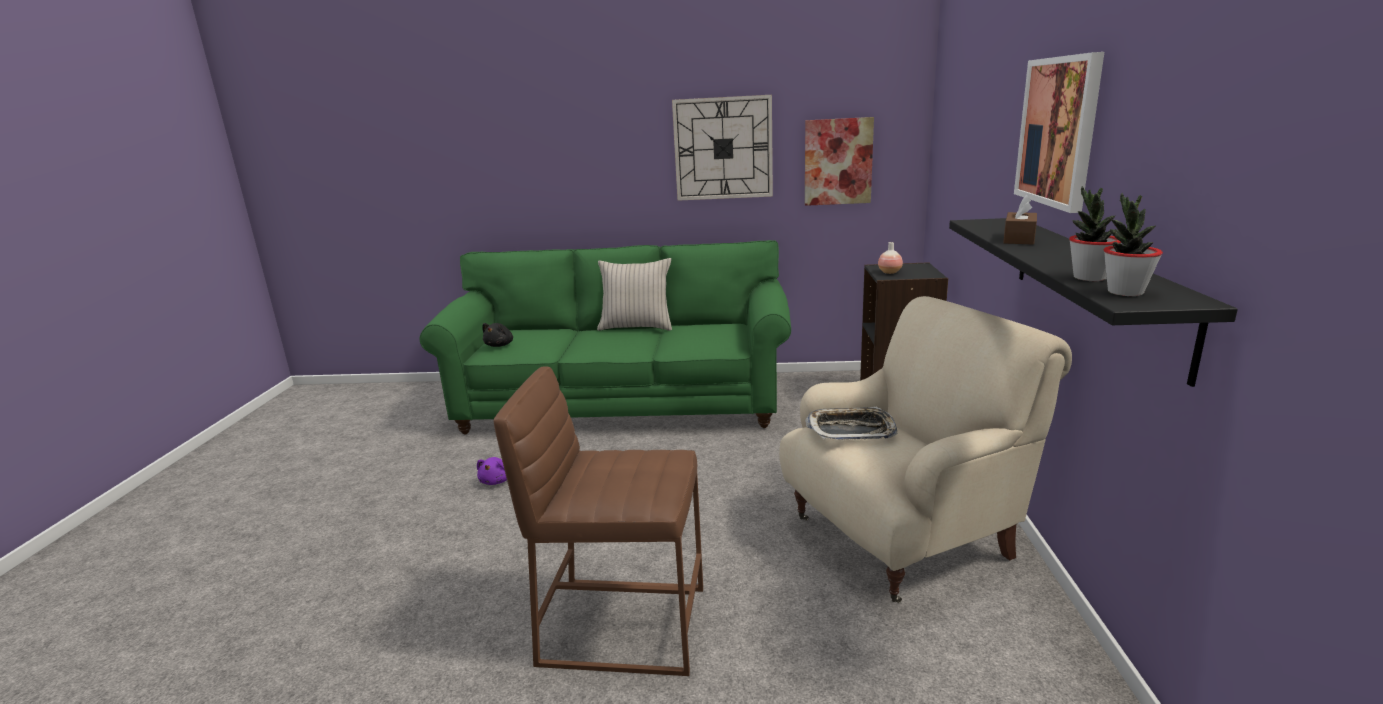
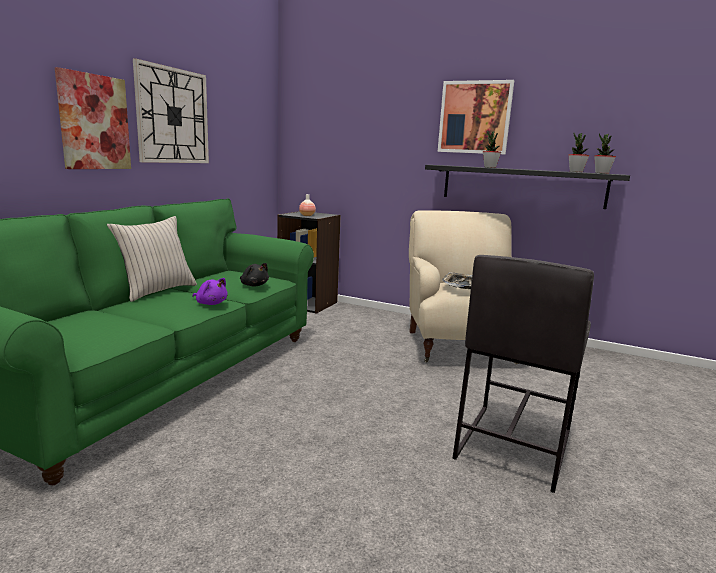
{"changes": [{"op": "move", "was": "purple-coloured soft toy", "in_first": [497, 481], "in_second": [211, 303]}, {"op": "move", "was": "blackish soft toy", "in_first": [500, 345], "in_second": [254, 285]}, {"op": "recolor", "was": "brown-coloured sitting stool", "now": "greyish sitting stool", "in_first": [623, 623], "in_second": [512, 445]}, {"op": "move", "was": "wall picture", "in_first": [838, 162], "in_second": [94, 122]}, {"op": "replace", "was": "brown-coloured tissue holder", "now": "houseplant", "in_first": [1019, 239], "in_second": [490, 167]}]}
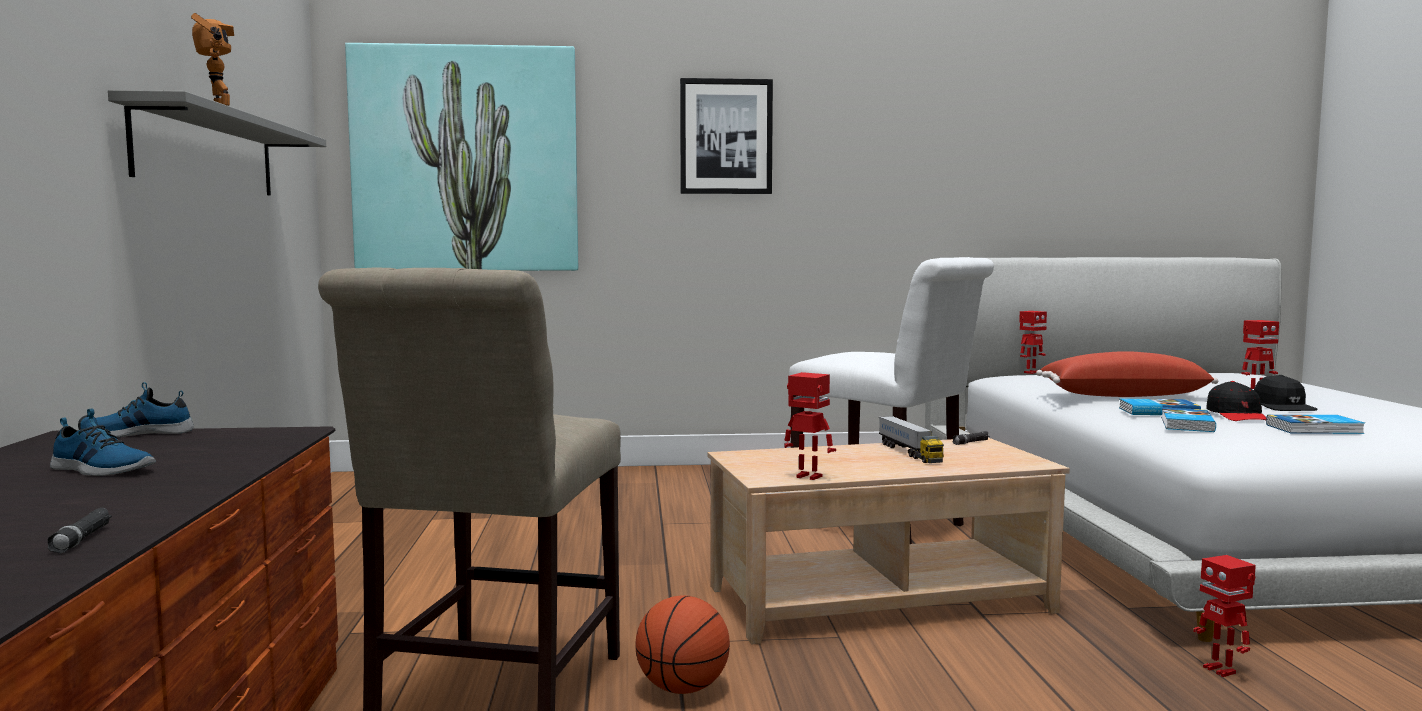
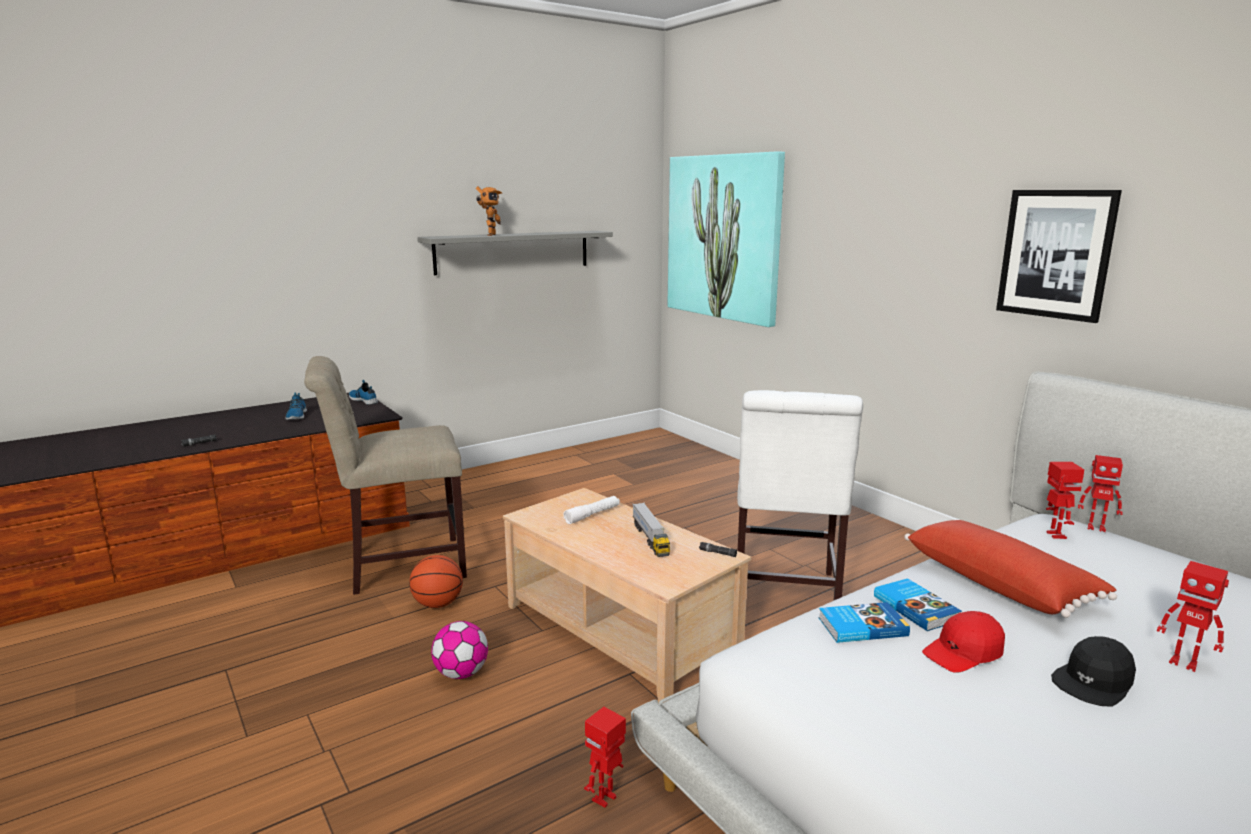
{"changes": [{"op": "move", "was": "wall picture", "in_first": [726, 137], "in_second": [1055, 254]}, {"op": "move", "was": "toy robot", "in_first": [808, 477], "in_second": [1055, 535]}, {"op": "rotate", "was": "toy lorry", "in_first": [909, 453], "in_second": [650, 539], "clockwise": -60}, {"op": "recolor", "was": "blackish baseball cap", "now": "red baseball cap", "in_first": [1237, 415], "in_second": [963, 652]}, {"op": "delete", "was": "book", "in_first": [1315, 429]}, {"op": "insert", "now": "football", "in_second": [461, 673]}, {"op": "insert", "now": "whitish flashlight", "in_second": [592, 515]}]}
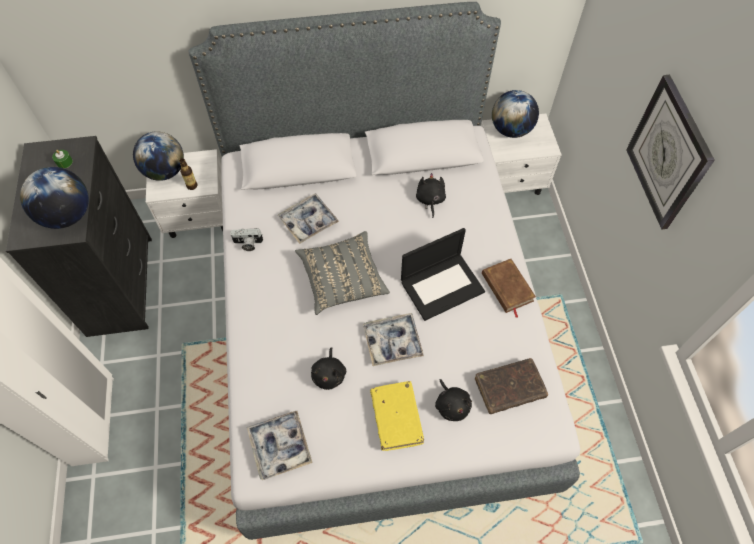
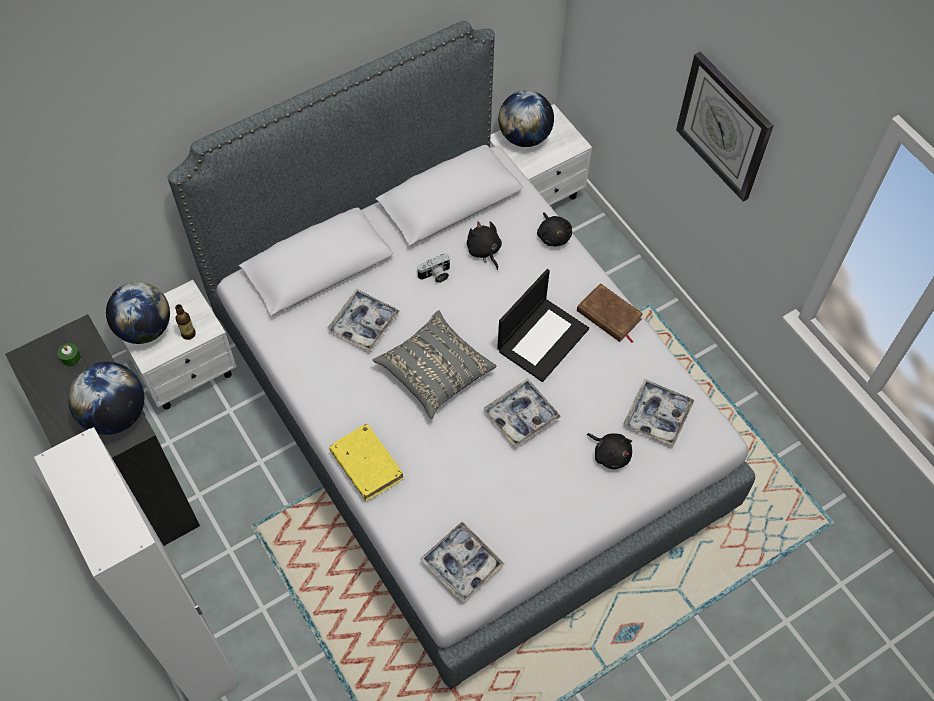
{"changes": [{"op": "move", "was": "still camera", "in_first": [247, 244], "in_second": [435, 275]}, {"op": "move", "was": "blackish soft toy", "in_first": [329, 374], "in_second": [553, 236]}, {"op": "move", "was": "yellow-coloured book", "in_first": [396, 418], "in_second": [366, 465]}, {"op": "replace", "was": "brown-coloured book", "now": "serving tray", "in_first": [509, 388], "in_second": [657, 415]}]}
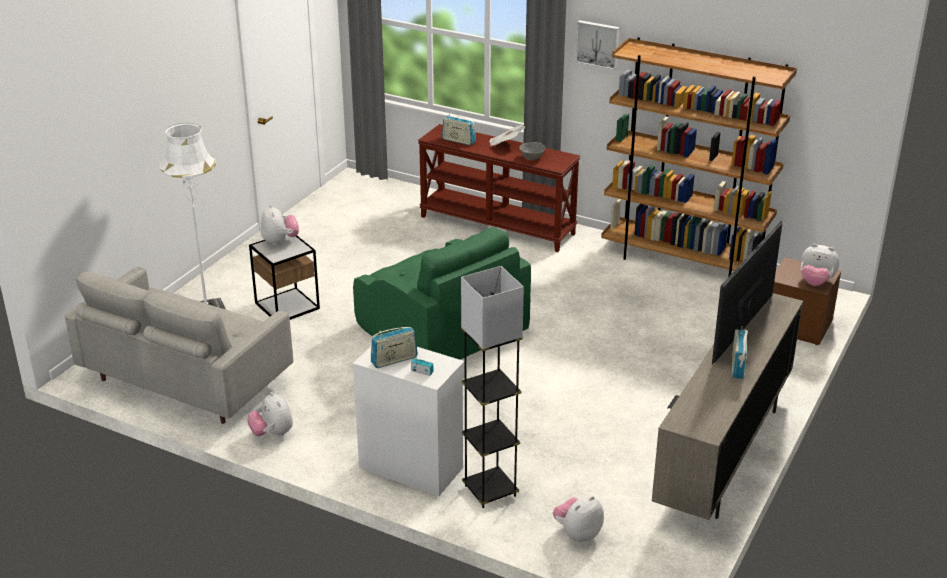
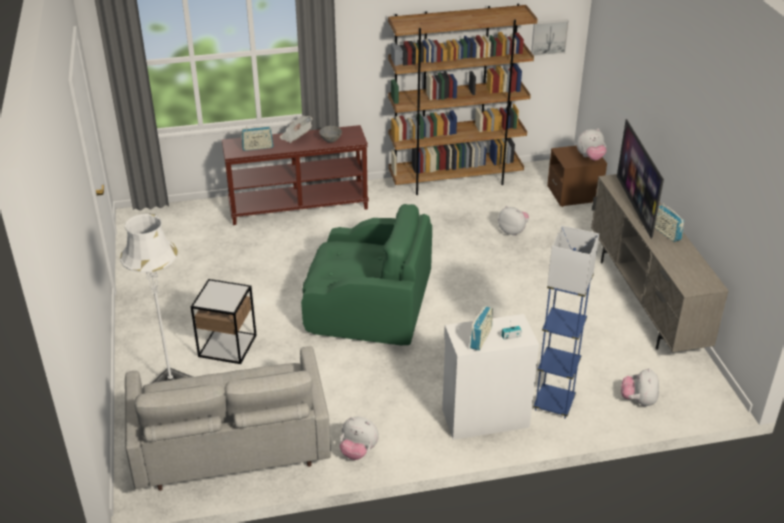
{"changes": [{"op": "move", "was": "soft toy", "in_first": [280, 241], "in_second": [513, 231]}, {"op": "recolor", "was": "greyish standard lamp", "now": "bluish standard lamp", "in_first": [490, 491], "in_second": [554, 404]}, {"op": "move", "was": "wall picture", "in_first": [598, 44], "in_second": [549, 37]}]}
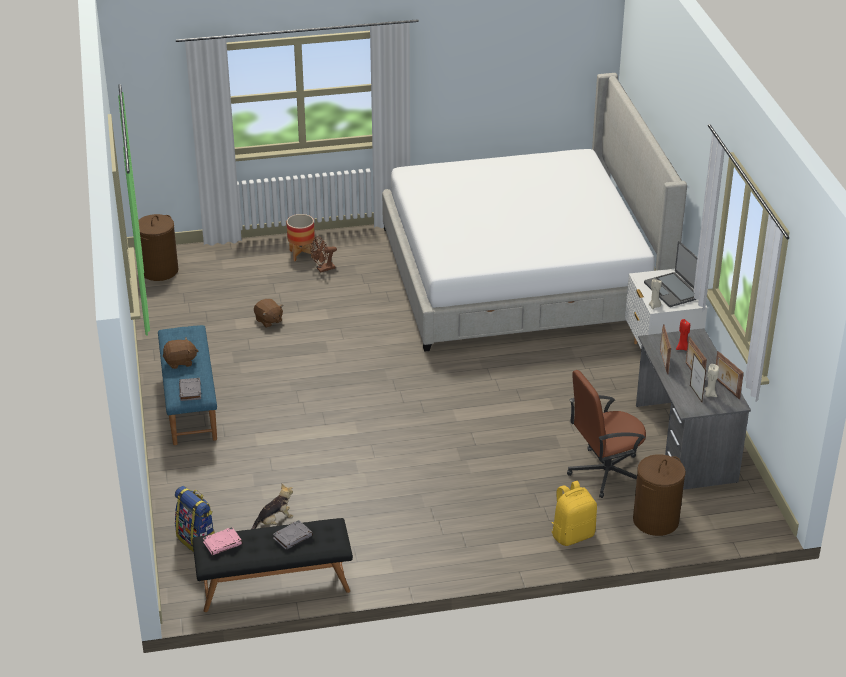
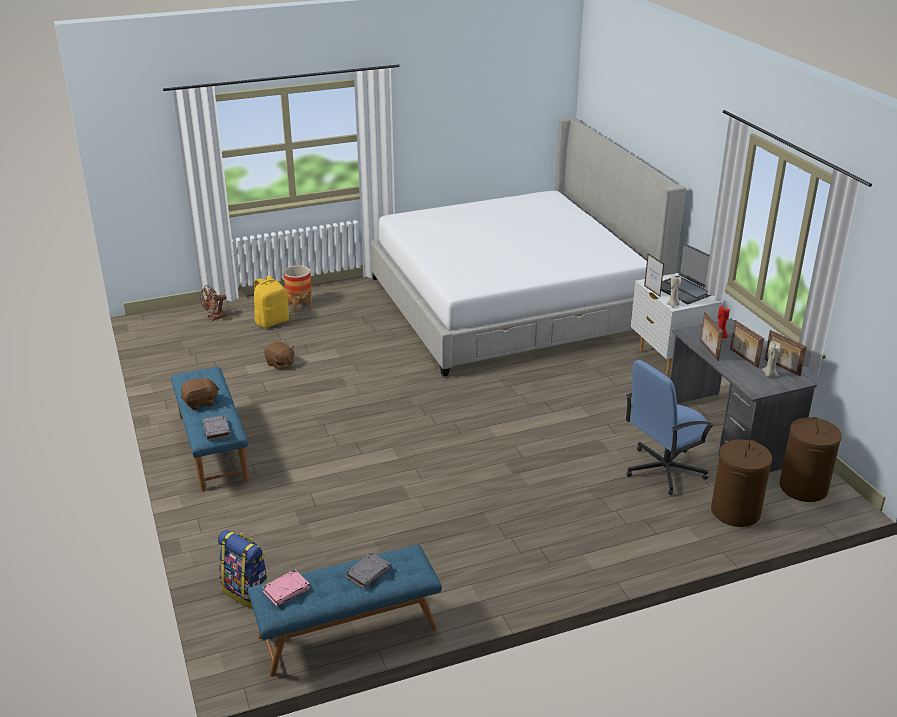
{"changes": [{"op": "move", "was": "brown-coloured hamper", "in_first": [159, 271], "in_second": [803, 488]}, {"op": "recolor", "was": "blackish long seat", "now": "bluish long seat", "in_first": [274, 585], "in_second": [348, 633]}, {"op": "delete", "was": "soft toy", "in_first": [274, 521]}, {"op": "move", "was": "brown-coloured electric fan", "in_first": [323, 269], "in_second": [214, 318]}, {"op": "move", "was": "yellow-coloured rucksack", "in_first": [572, 534], "in_second": [272, 322]}, {"op": "recolor", "was": "brown-coloured office chair", "now": "bluish office chair", "in_first": [605, 472], "in_second": [663, 470]}, {"op": "move", "was": "photo frame", "in_first": [695, 394], "in_second": [652, 291]}]}
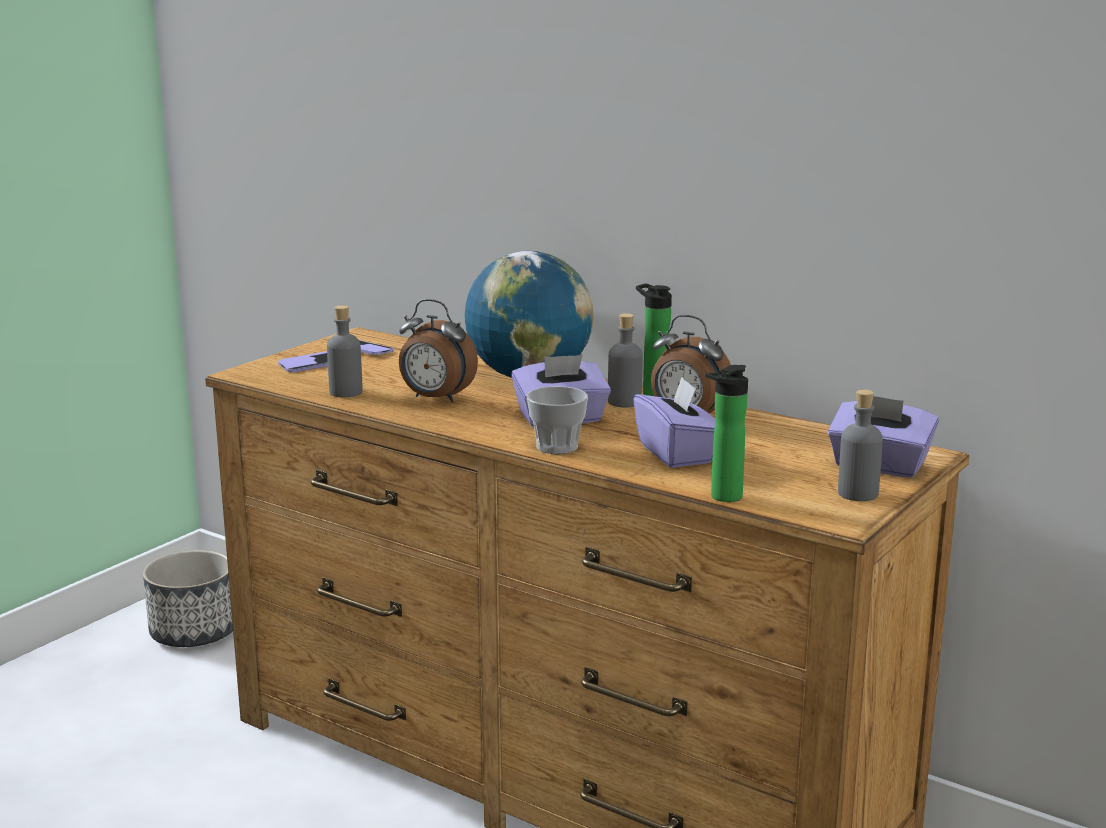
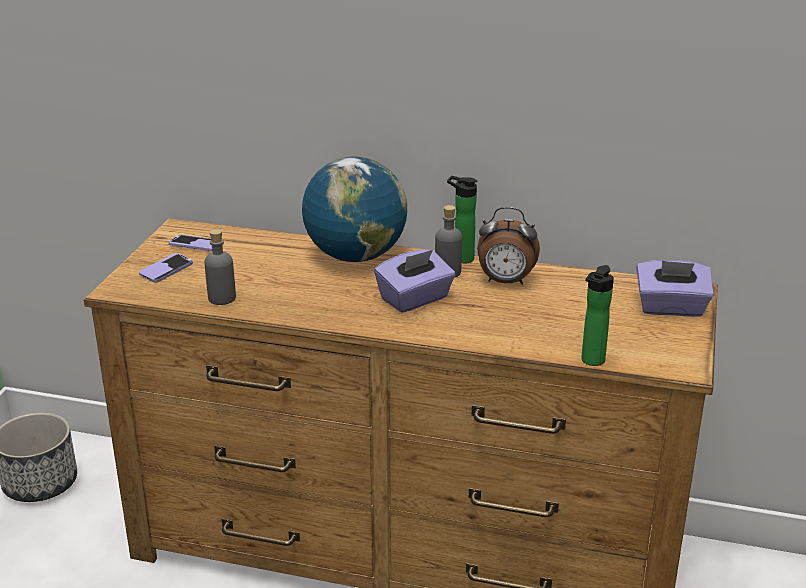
{"changes": [{"op": "delete", "was": "table clock", "in_first": [435, 398]}, {"op": "delete", "was": "small cup", "in_first": [557, 447]}, {"op": "delete", "was": "purple-coloured tissue holder", "in_first": [677, 453]}, {"op": "delete", "was": "greyish drink bottle", "in_first": [857, 493]}]}
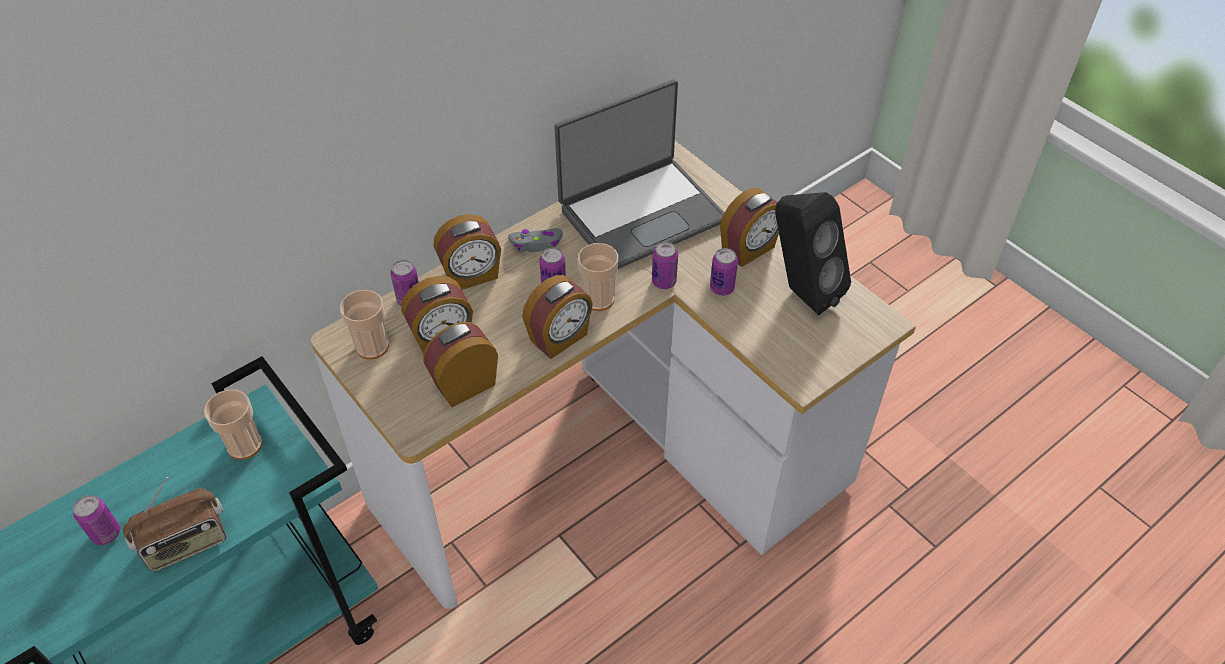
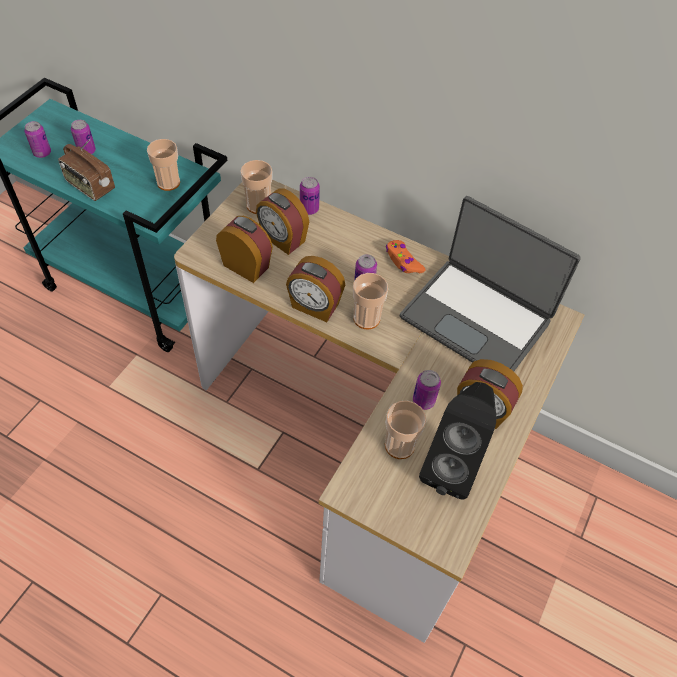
{"changes": [{"op": "delete", "was": "table clock", "in_first": [471, 276]}, {"op": "recolor", "was": "greyish game controller", "now": "orangey game controller", "in_first": [536, 244], "in_second": [403, 261]}, {"op": "move", "was": "can", "in_first": [664, 282], "in_second": [42, 153]}, {"op": "insert", "now": "small cup", "in_second": [399, 445]}]}
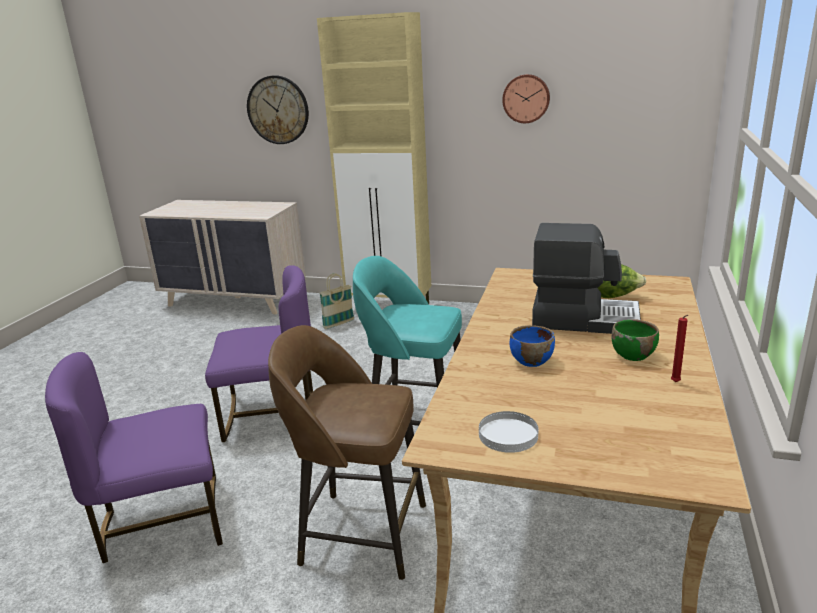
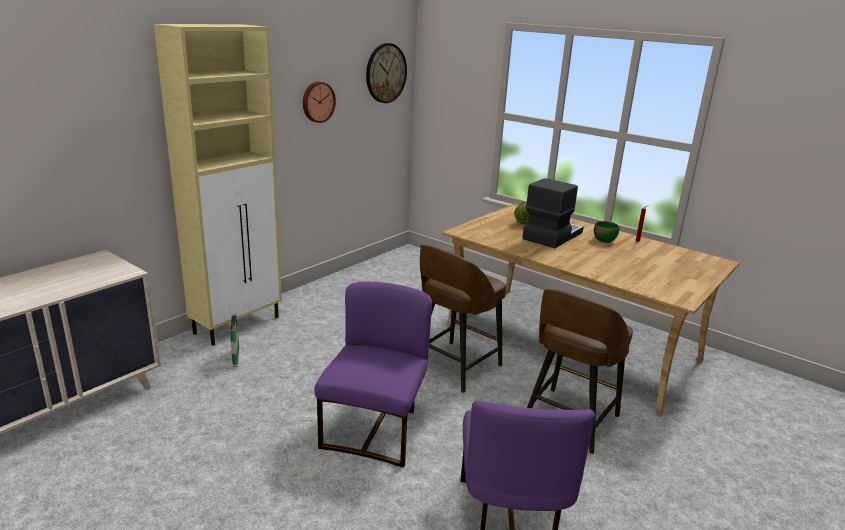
{"changes": [{"op": "move", "was": "wall clock", "in_first": [278, 110], "in_second": [386, 73]}, {"op": "recolor", "was": "turquoise-coloured sitting stool", "now": "brown-coloured sitting stool", "in_first": [416, 424], "in_second": [454, 367]}, {"op": "delete", "was": "whitish flat dish", "in_first": [508, 435]}, {"op": "delete", "was": "bluish serving bowl", "in_first": [531, 361]}]}
